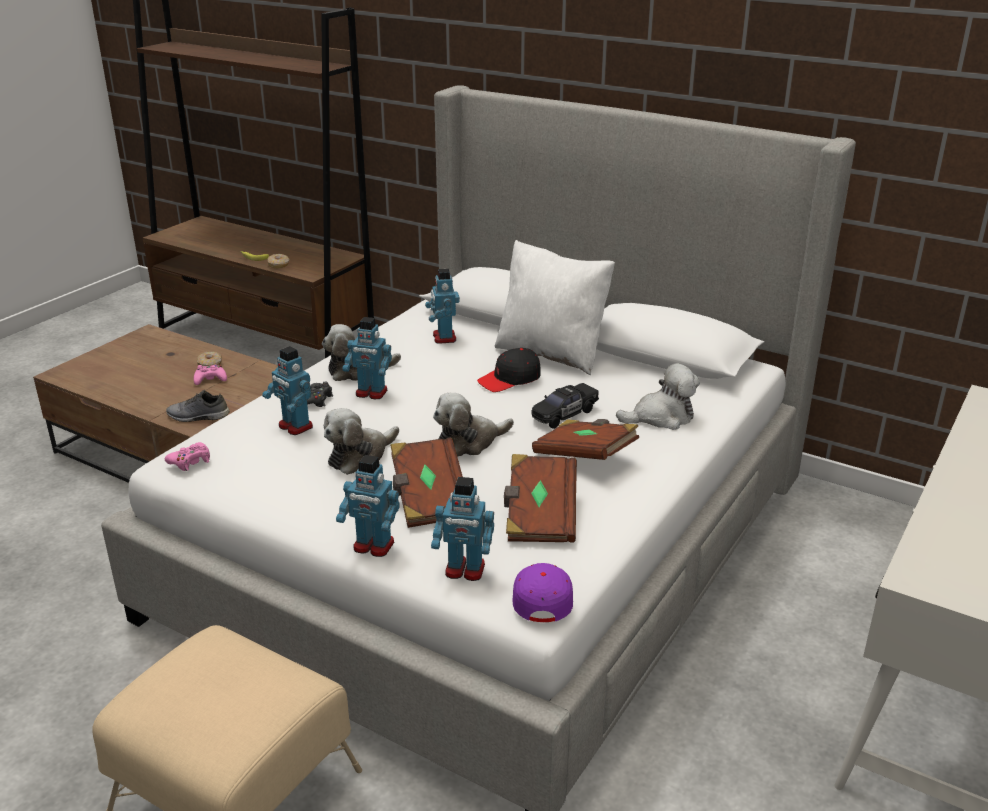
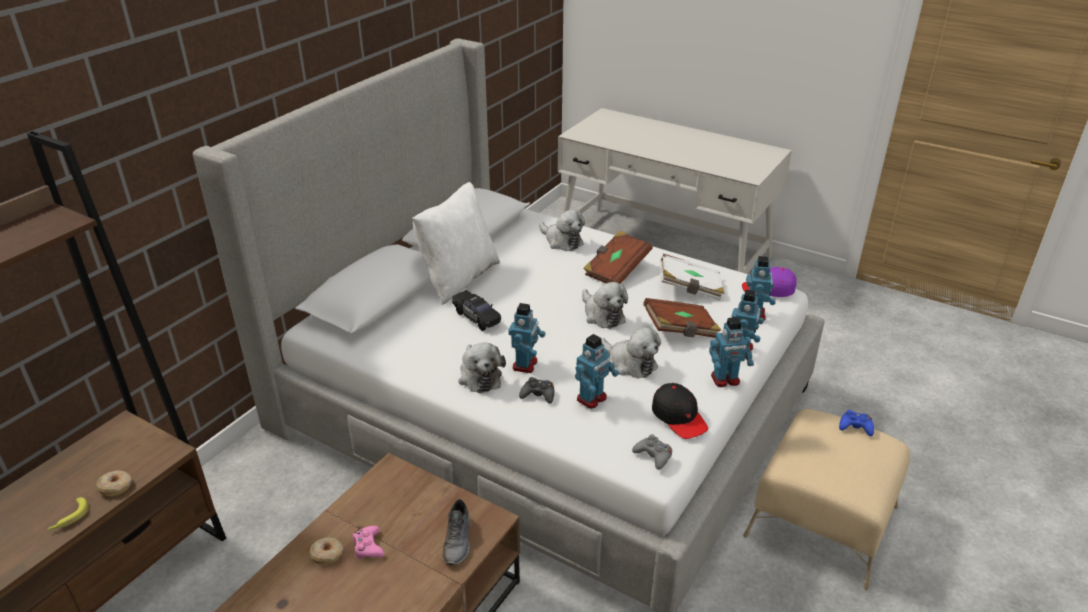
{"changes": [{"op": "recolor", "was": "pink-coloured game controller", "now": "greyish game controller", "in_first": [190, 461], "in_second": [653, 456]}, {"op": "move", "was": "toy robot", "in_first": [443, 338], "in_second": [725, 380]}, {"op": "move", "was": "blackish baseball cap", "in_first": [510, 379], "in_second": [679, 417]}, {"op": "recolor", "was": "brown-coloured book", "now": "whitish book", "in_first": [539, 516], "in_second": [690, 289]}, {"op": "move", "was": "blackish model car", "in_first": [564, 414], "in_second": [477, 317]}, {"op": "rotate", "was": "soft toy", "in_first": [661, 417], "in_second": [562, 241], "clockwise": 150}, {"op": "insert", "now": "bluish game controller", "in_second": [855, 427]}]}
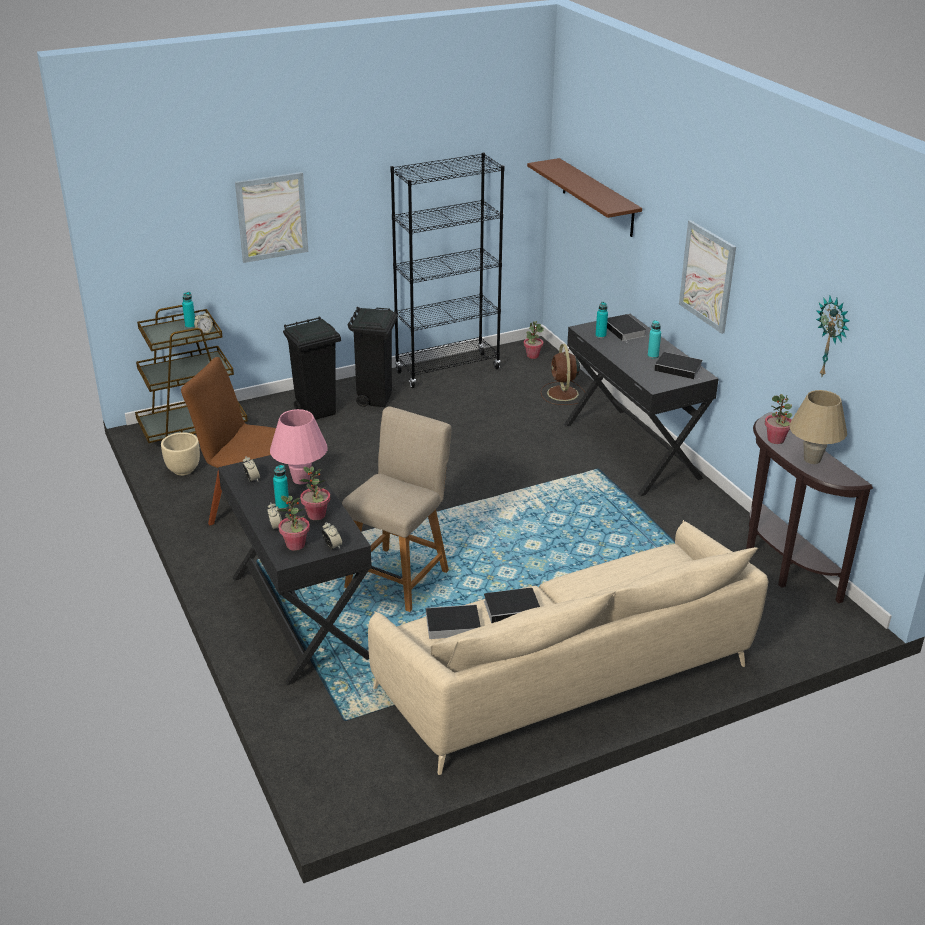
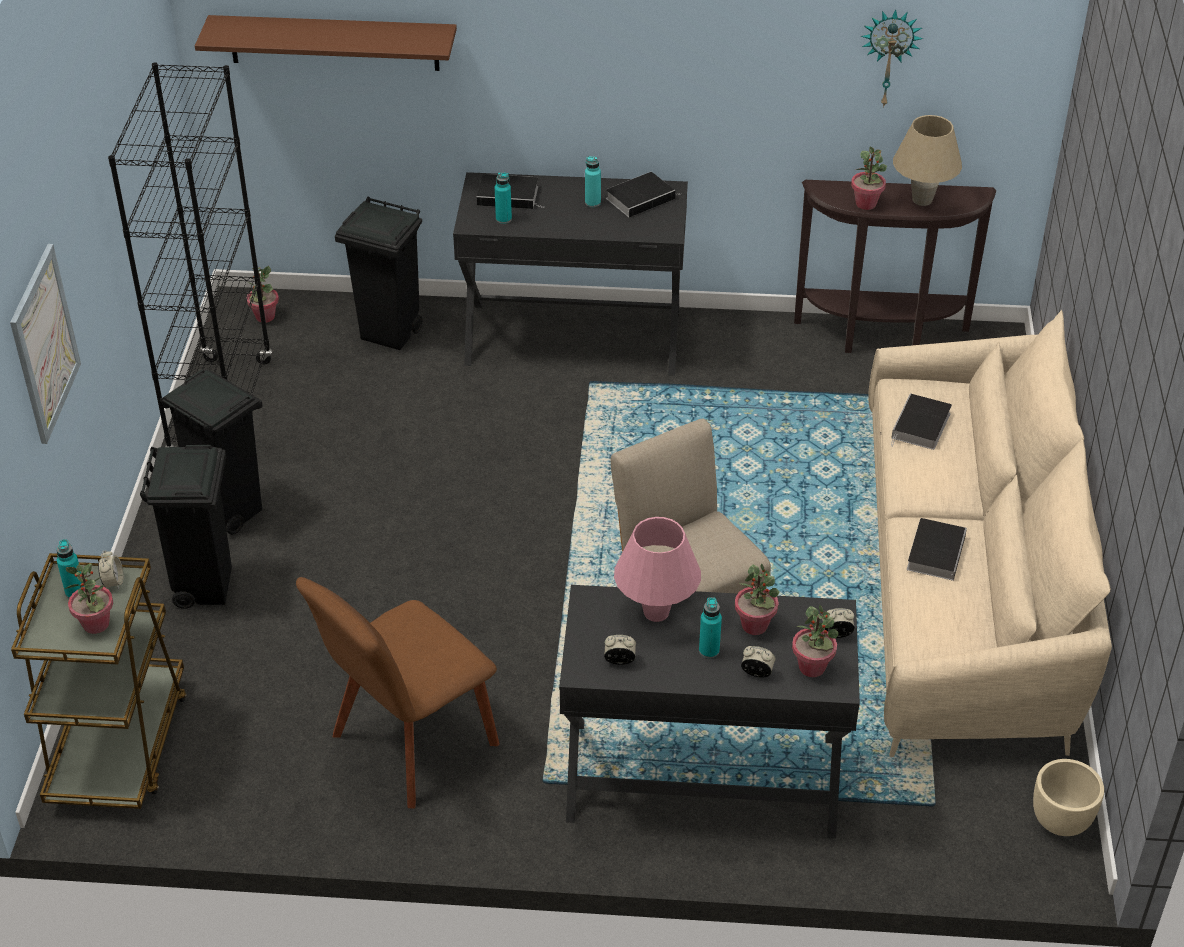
{"changes": [{"op": "move", "was": "beige-coloured plant pot", "in_first": [183, 470], "in_second": [1061, 822]}, {"op": "move", "was": "book", "in_first": [451, 625], "in_second": [921, 427]}, {"op": "replace", "was": "brown-coloured electric fan", "now": "blackish trash can", "in_first": [563, 394], "in_second": [390, 334]}, {"op": "delete", "was": "wall picture", "in_first": [707, 276]}, {"op": "insert", "now": "houseplant", "in_second": [96, 624]}]}
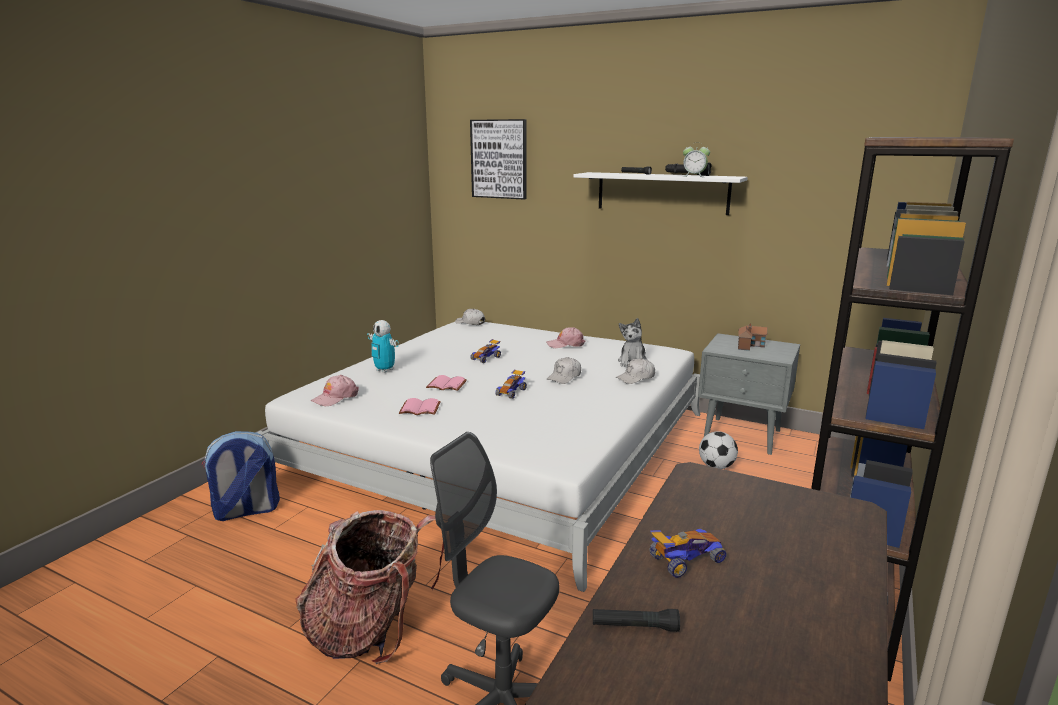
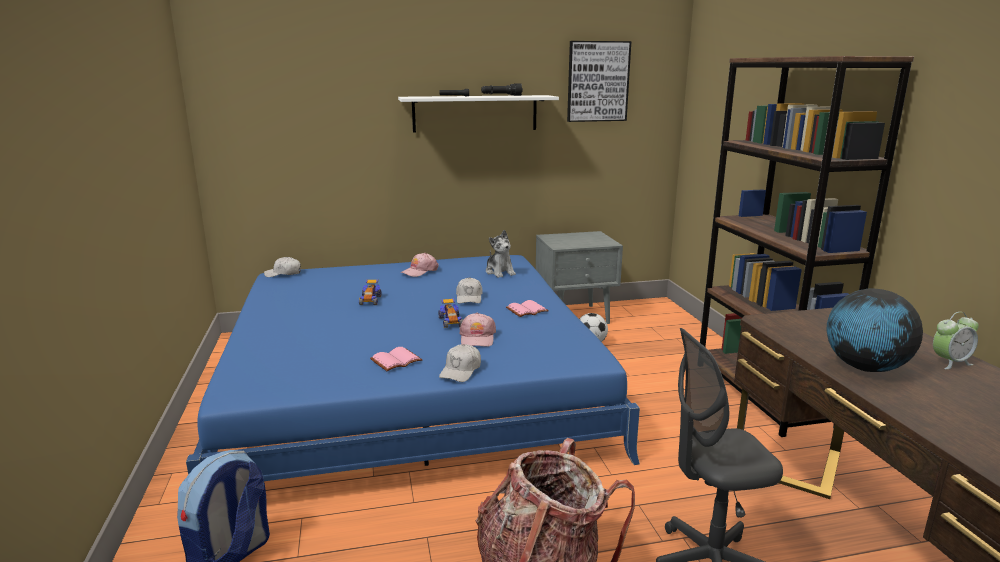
{"changes": [{"op": "recolor", "was": "whitish bedroom bed", "now": "bluish bedroom bed", "in_first": [501, 445], "in_second": [410, 385]}, {"op": "move", "was": "pink-coloured baseball cap", "in_first": [335, 397], "in_second": [477, 337]}, {"op": "delete", "was": "toy robot", "in_first": [385, 370]}, {"op": "move", "was": "pink-coloured book", "in_first": [445, 385], "in_second": [527, 311]}, {"op": "move", "was": "wall picture", "in_first": [499, 159], "in_second": [597, 81]}, {"op": "delete", "was": "blackish flashlight", "in_first": [635, 627]}, {"op": "move", "was": "whitish baseball cap", "in_first": [636, 378], "in_second": [461, 370]}, {"op": "replace", "was": "model car", "now": "globe", "in_first": [685, 560], "in_second": [864, 368]}, {"op": "move", "was": "table clock", "in_first": [694, 176], "in_second": [950, 362]}, {"op": "delete", "was": "toy house", "in_first": [750, 345]}]}
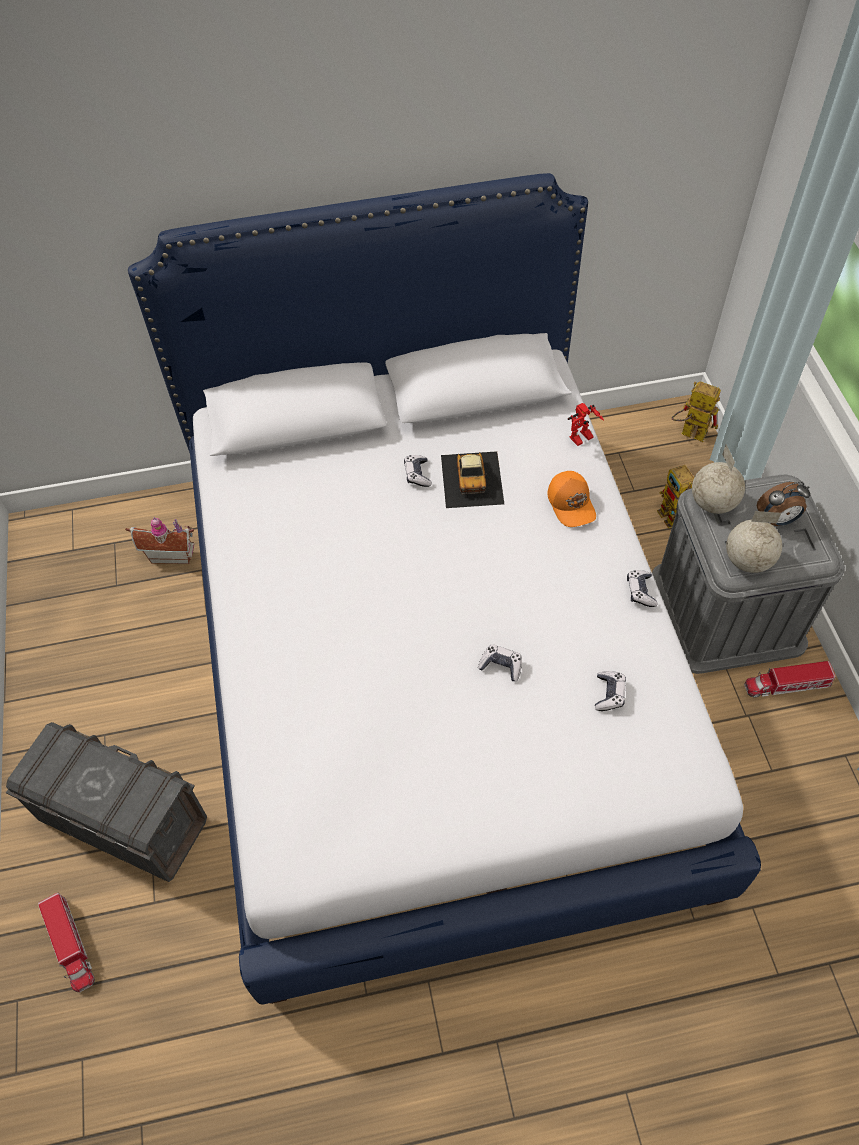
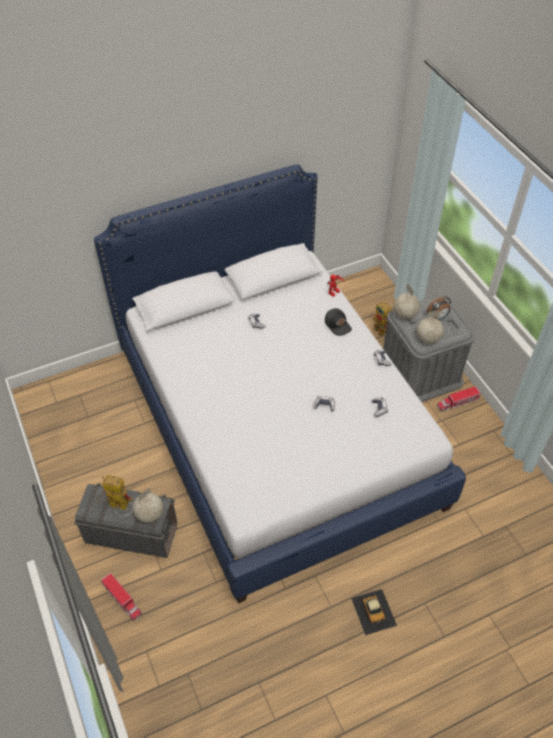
{"changes": [{"op": "delete", "was": "toy house", "in_first": [171, 553]}, {"op": "move", "was": "model car", "in_first": [472, 478], "in_second": [374, 611]}, {"op": "recolor", "was": "orangey baseball cap", "now": "blackish baseball cap", "in_first": [572, 504], "in_second": [338, 324]}, {"op": "move", "was": "toy robot", "in_first": [688, 433], "in_second": [115, 504]}, {"op": "insert", "now": "globe", "in_second": [150, 514]}]}
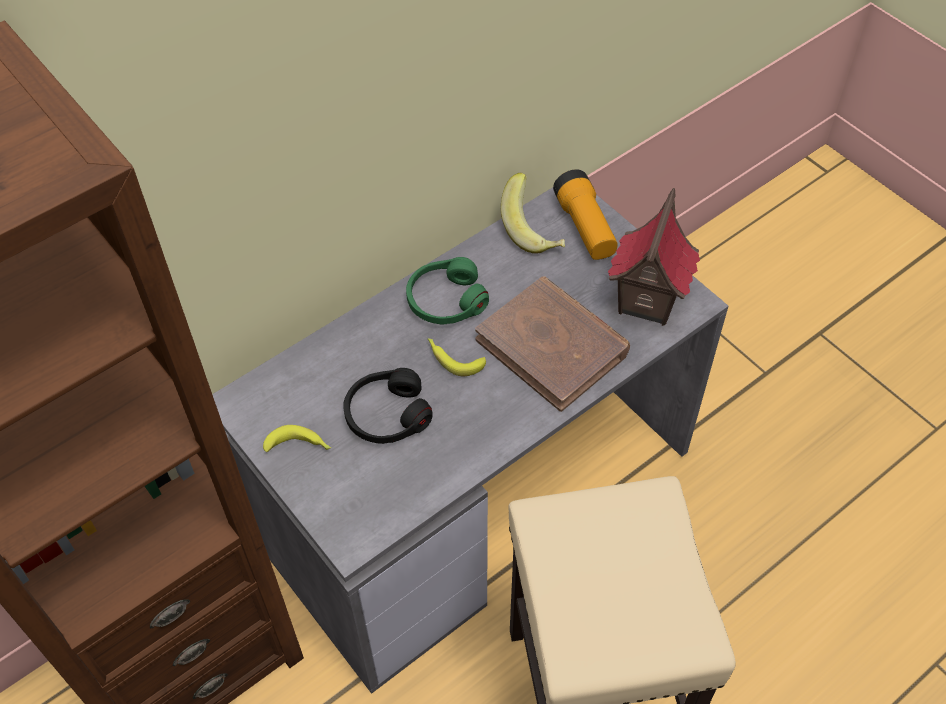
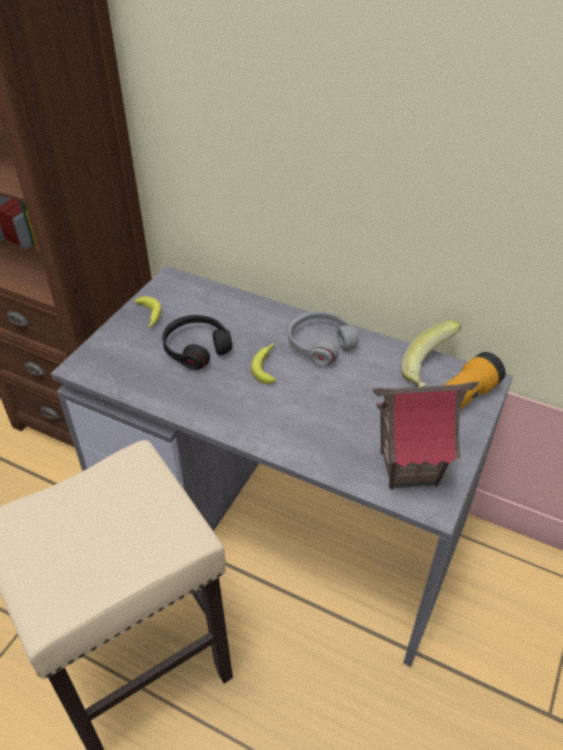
{"changes": [{"op": "recolor", "was": "green-coloured pair of headphones", "now": "greyish pair of headphones", "in_first": [446, 300], "in_second": [320, 344]}, {"op": "delete", "was": "brown-coloured book", "in_first": [552, 346]}]}
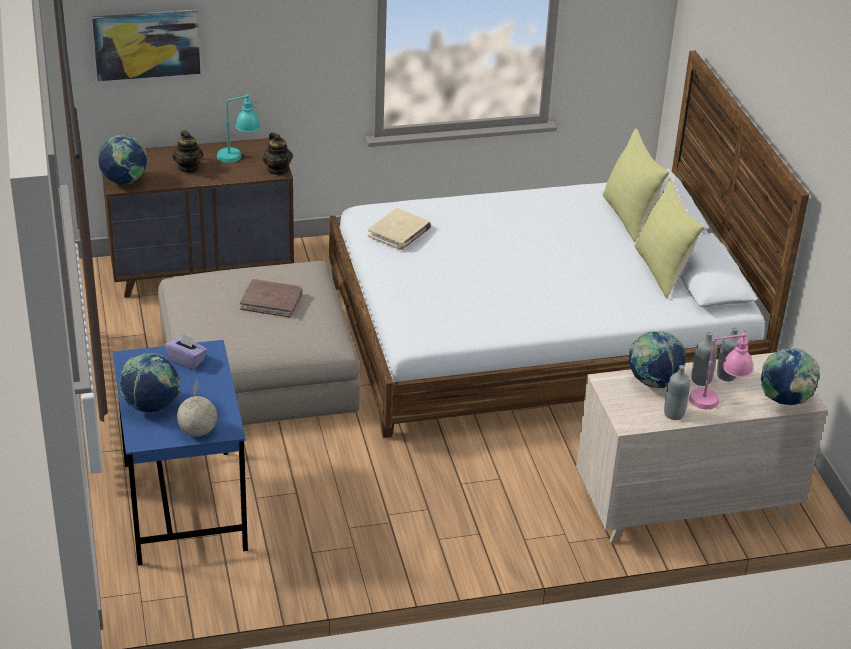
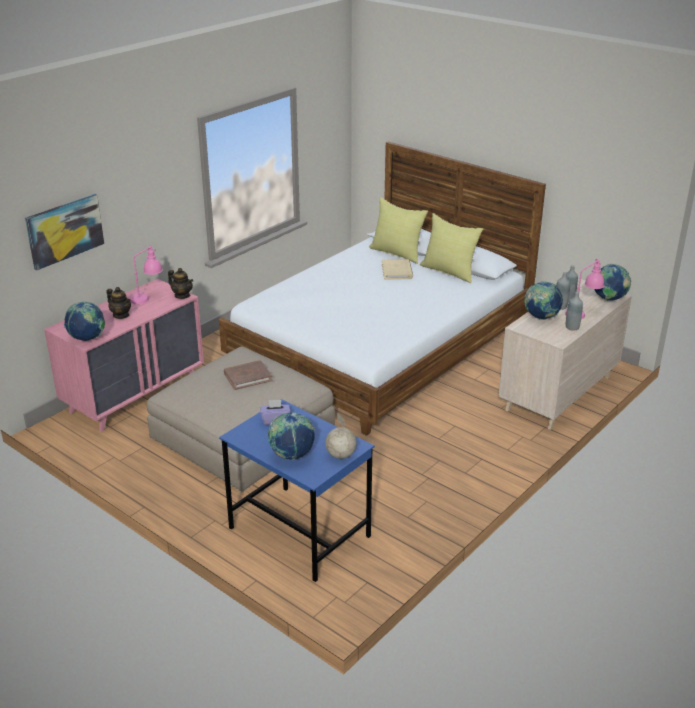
{"changes": [{"op": "recolor", "was": "brown-coloured drawer chest", "now": "pink-coloured drawer chest", "in_first": [202, 270], "in_second": [135, 395]}, {"op": "recolor", "was": "turquoise-coloured lamp for a table", "now": "pink-coloured lamp for a table", "in_first": [239, 158], "in_second": [148, 298]}, {"op": "move", "was": "beige-coloured book", "in_first": [399, 232], "in_second": [397, 271]}]}
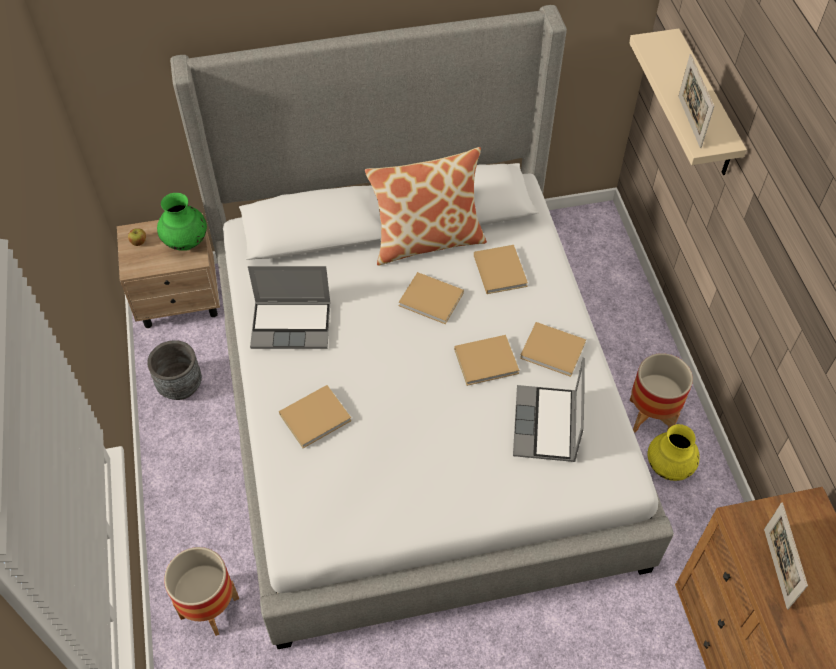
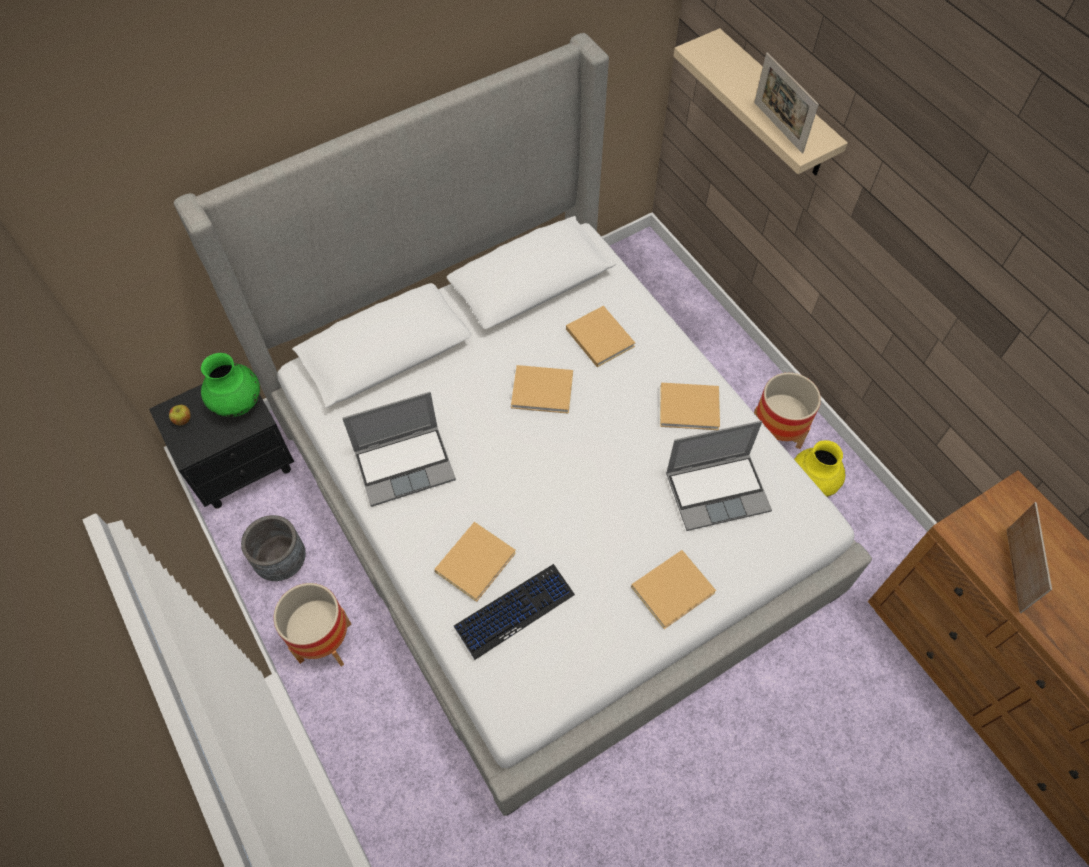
{"changes": [{"op": "recolor", "was": "beige-coloured bedside table", "now": "blackish bedside table", "in_first": [180, 300], "in_second": [243, 465]}, {"op": "move", "was": "plant pot", "in_first": [210, 607], "in_second": [325, 642]}, {"op": "delete", "was": "throw pillow", "in_first": [427, 240]}, {"op": "move", "was": "beige-coloured book", "in_first": [488, 361], "in_second": [674, 588]}, {"op": "rotate", "was": "notebook computer", "in_first": [547, 426], "in_second": [718, 491], "clockwise": -90}, {"op": "rotate", "was": "photo frame", "in_first": [775, 568], "in_second": [1013, 570], "clockwise": -150}, {"op": "insert", "now": "PC keyboard", "in_second": [514, 610]}]}
